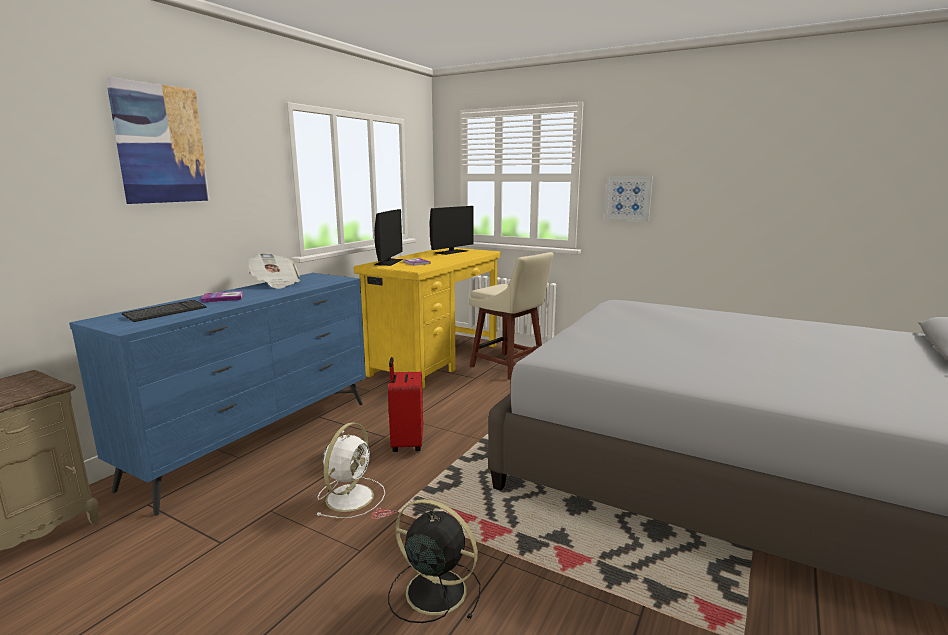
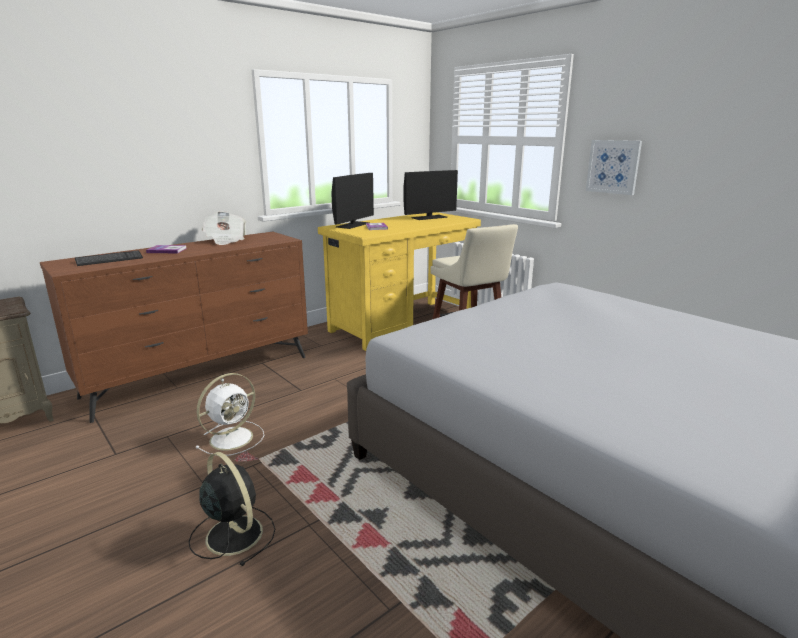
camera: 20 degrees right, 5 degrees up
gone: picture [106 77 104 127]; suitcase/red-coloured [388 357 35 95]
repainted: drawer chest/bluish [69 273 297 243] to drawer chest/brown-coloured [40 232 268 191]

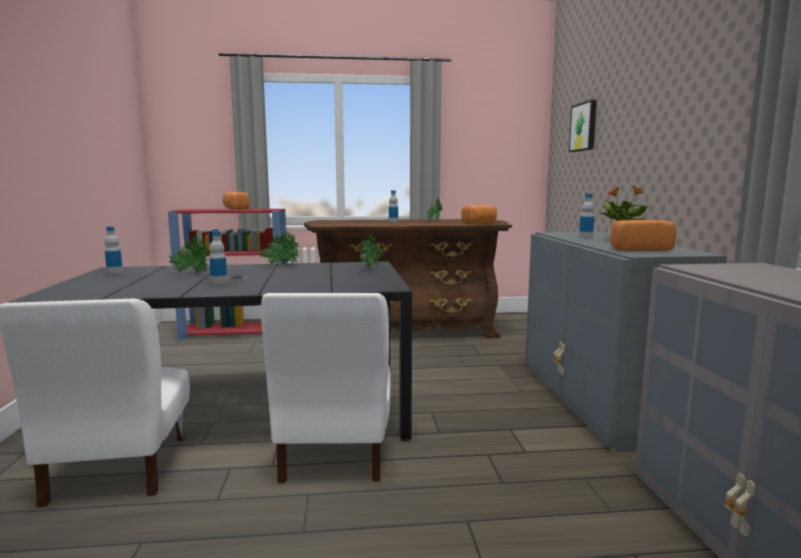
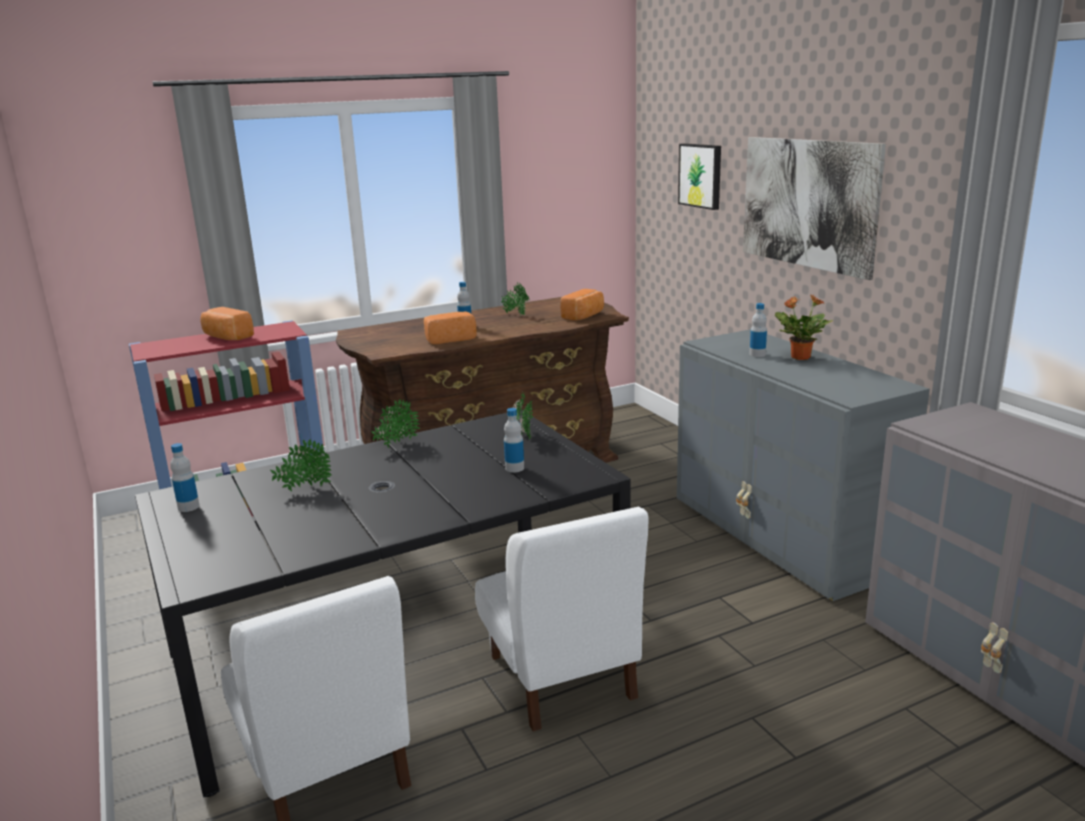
camera: 20 degrees left, 10 degrees up
new: picture [743 137 143 143]
shifted: drink bottle [209 231 18 53] to [504 408 20 64]; bakery bread [610 220 67 31] to [424 311 53 33]

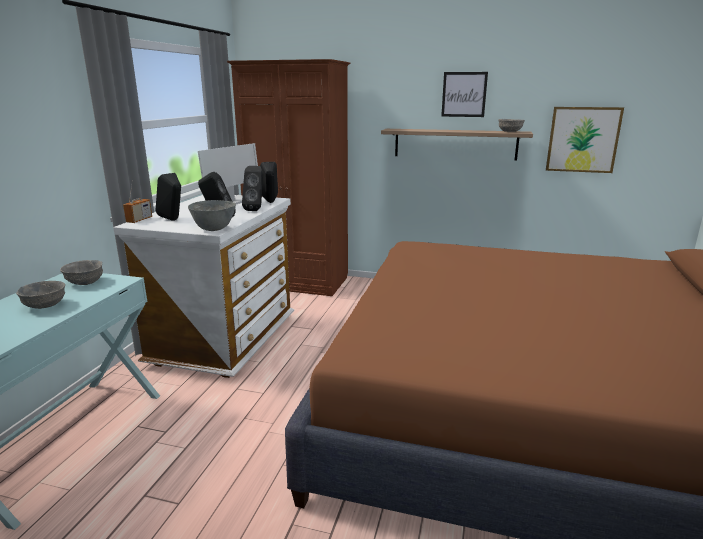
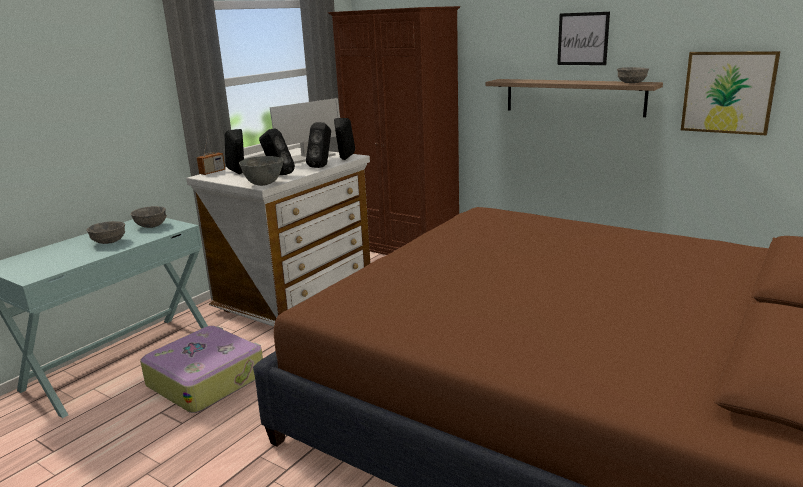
camera: 20 degrees right, 0 degrees up
new: suitcase [140 326 123 87]

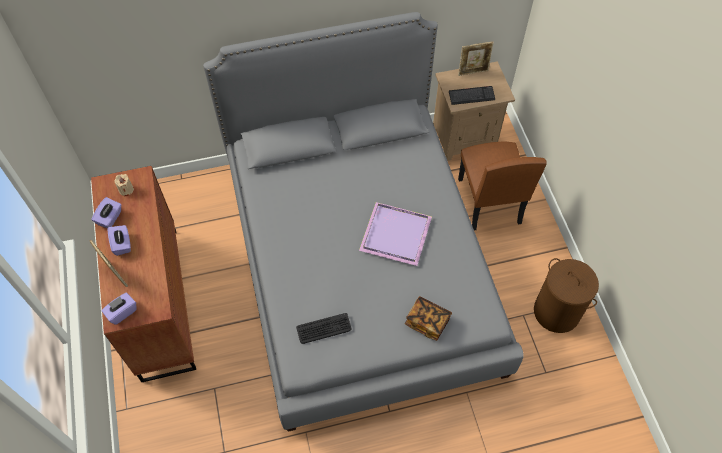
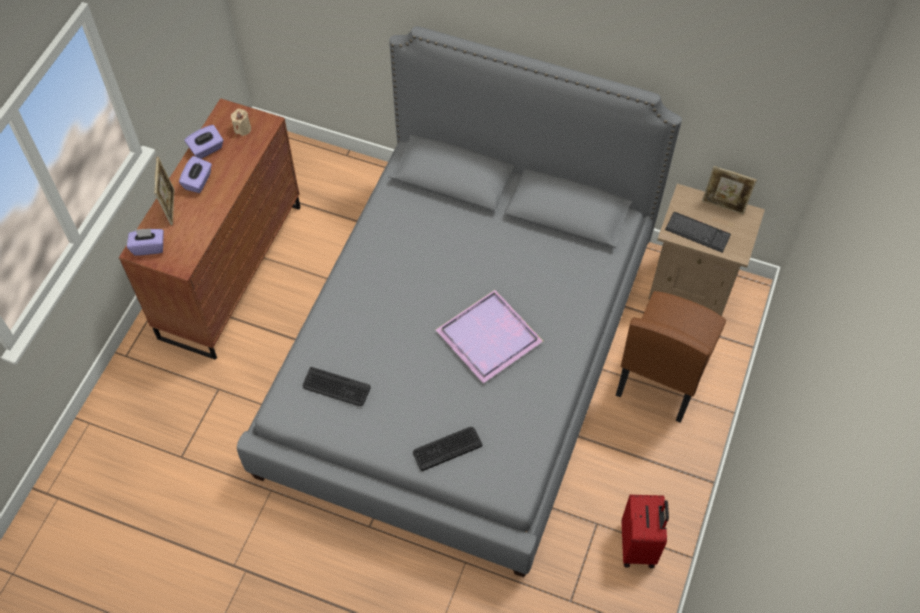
camera: 35 degrees right, 0 degrees up
swapped: book [405 296 47 45] to PC keyboard [413 427 69 44]; laundry basket/brown-coloured [534 258 65 75] to suitcase/red-coloured [622 495 47 73]

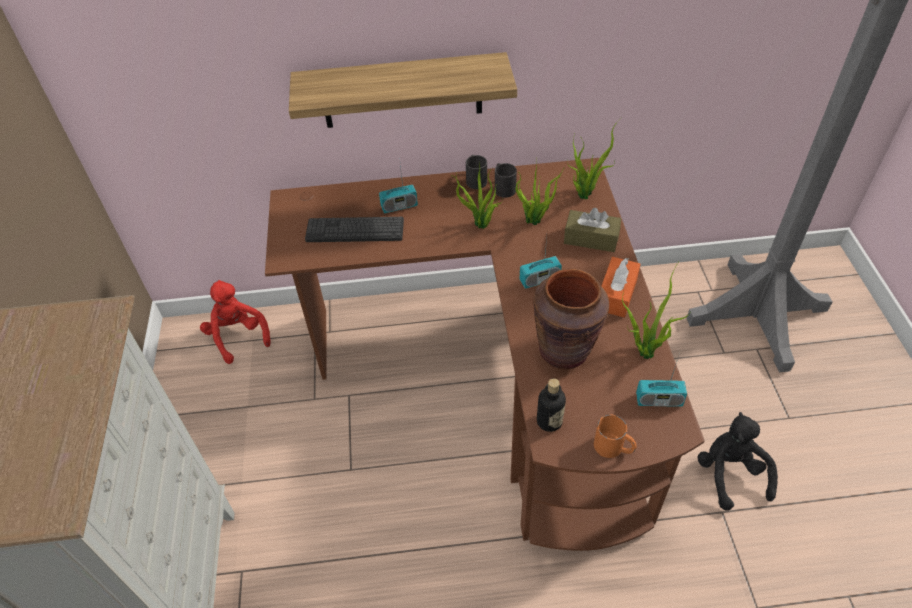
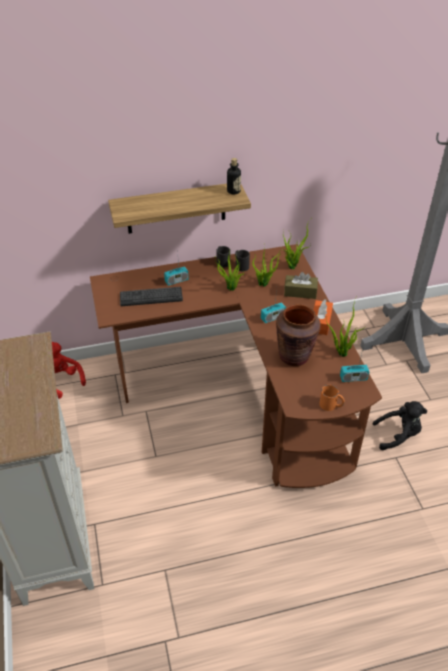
camera: 10 degrees left, 5 degrees down
shifted: drink bottle [537 378 29 54] to [227 158 14 37]
rotated: soft toy/black [697 412 81 99] = [373 401 54 49] 105 degrees clockwise

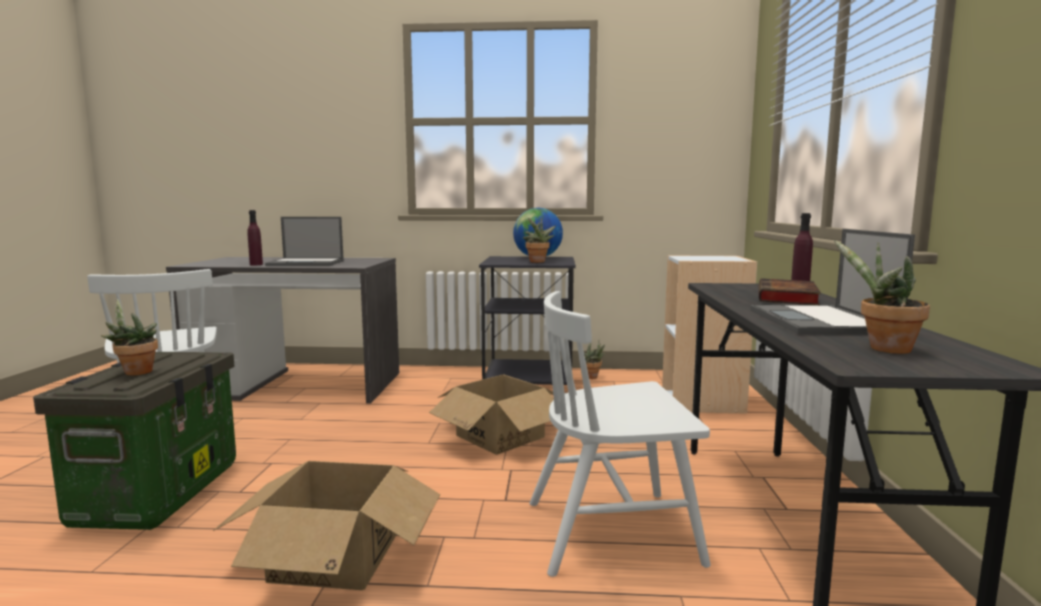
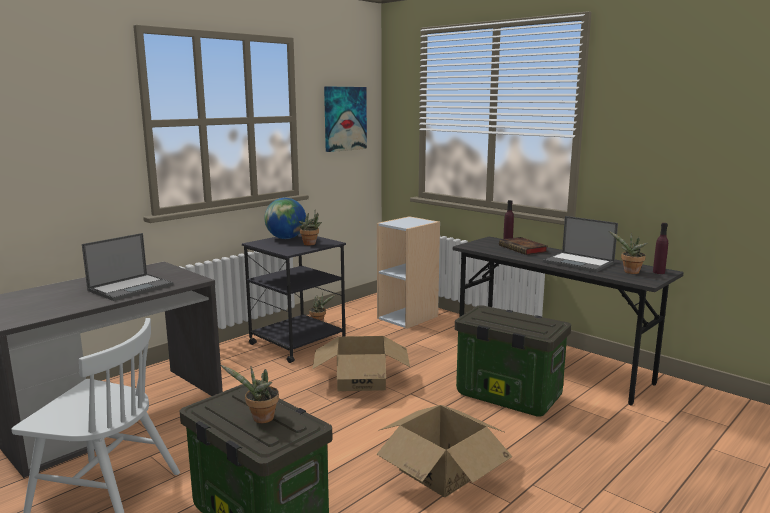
camera: 50 degrees left, 5 degrees up
new: picture [324 86 43 66]
shifted: drink bottle/purple [247 210 16 55] to [653 223 15 51]
swapped: upright chair/white-coloured [530 291 181 286] to storage container [455 305 116 112]

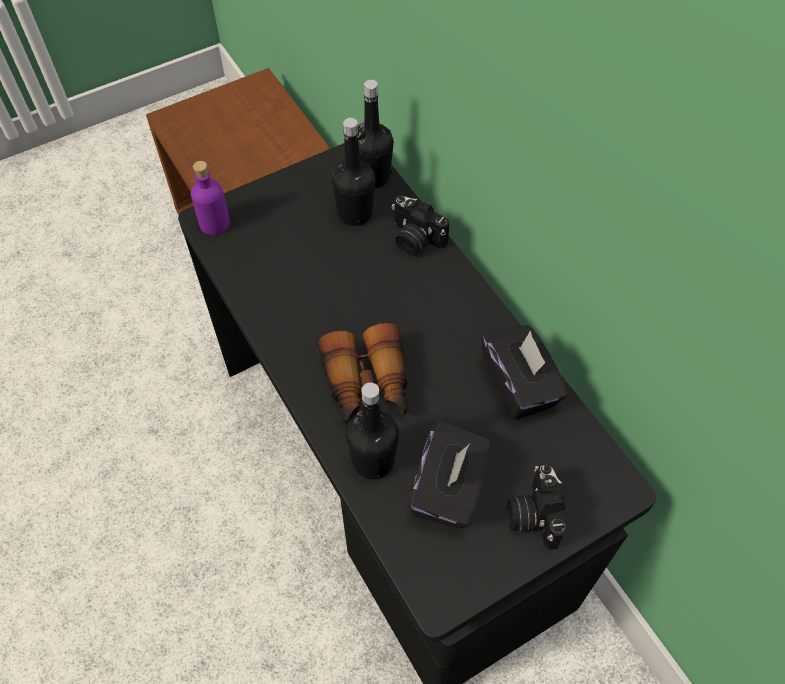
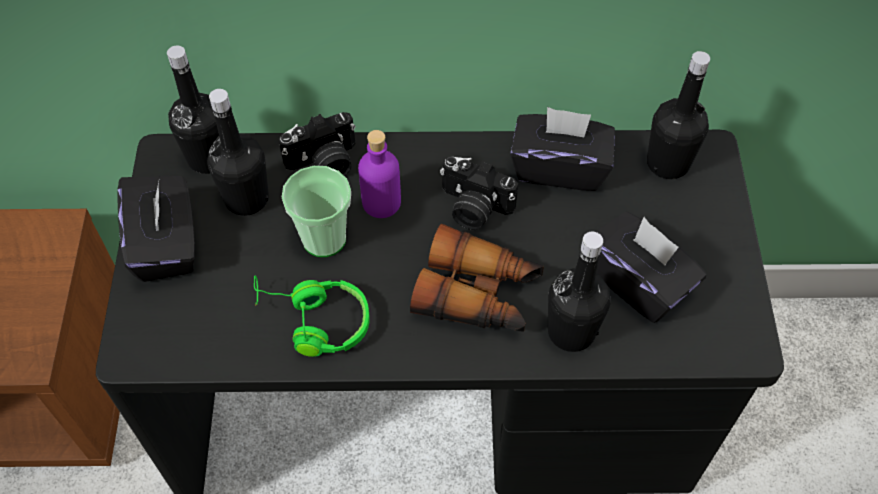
camera: 60 degrees left, 0 degrees up
new: tissue holder/black [117 176 78 106]; headphones/green [254 276 116 81]; cup [282 166 69 91]; drink bottle/black [647 51 63 128]
shifted: drink bottle/purple [191 161 39 74] to [358 130 43 88]; still camera [507 463 60 87] to [440 156 78 74]

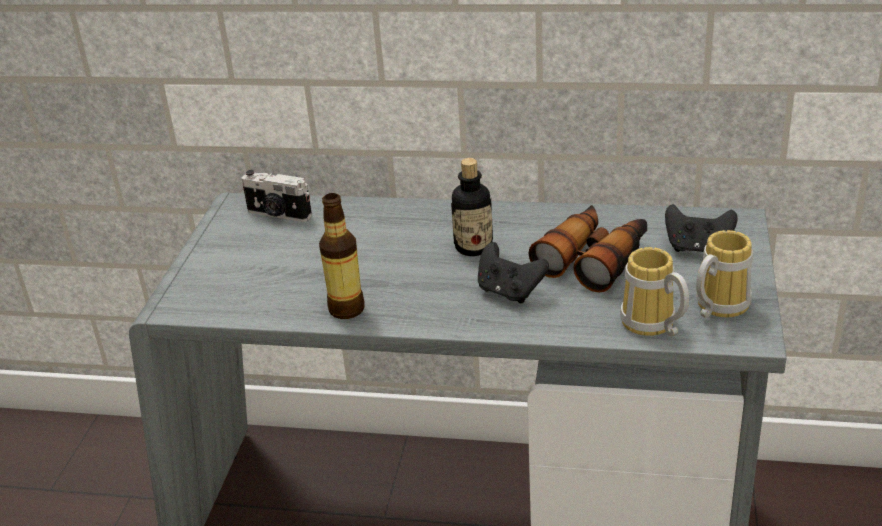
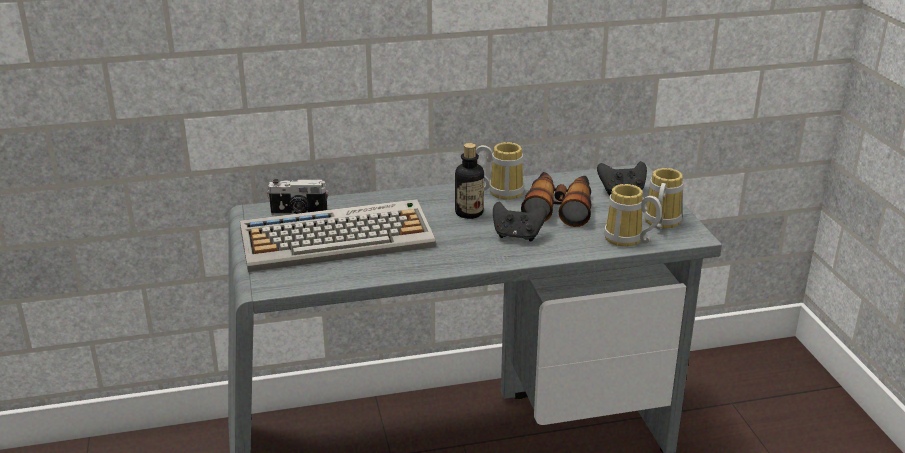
camera: 25 degrees left, 5 degrees down
gone: drink bottle [319 193 45 126]
new: PC keyboard [240 199 196 73]; mug [476 142 48 58]

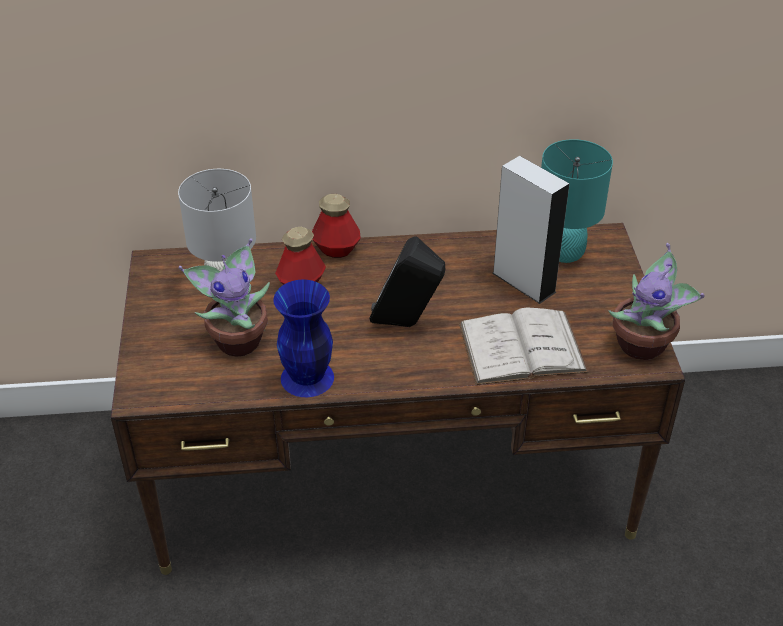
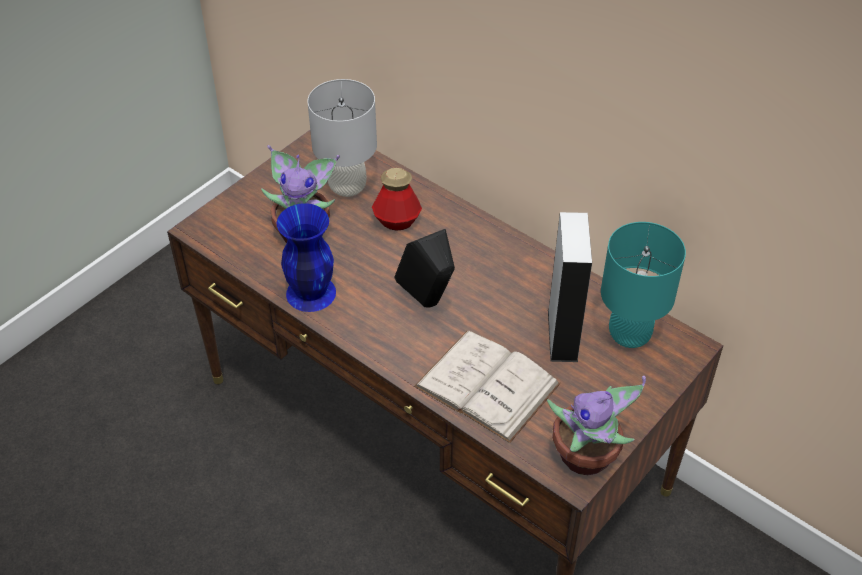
camera: 45 degrees right, 5 degrees up
gone: drink bottle [312 194 49 64]

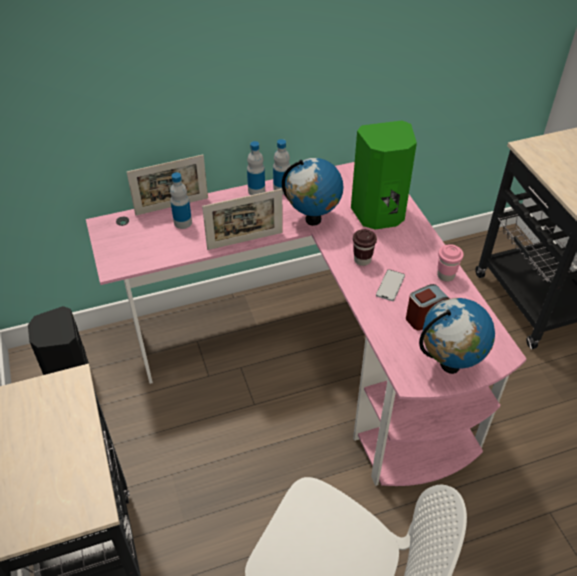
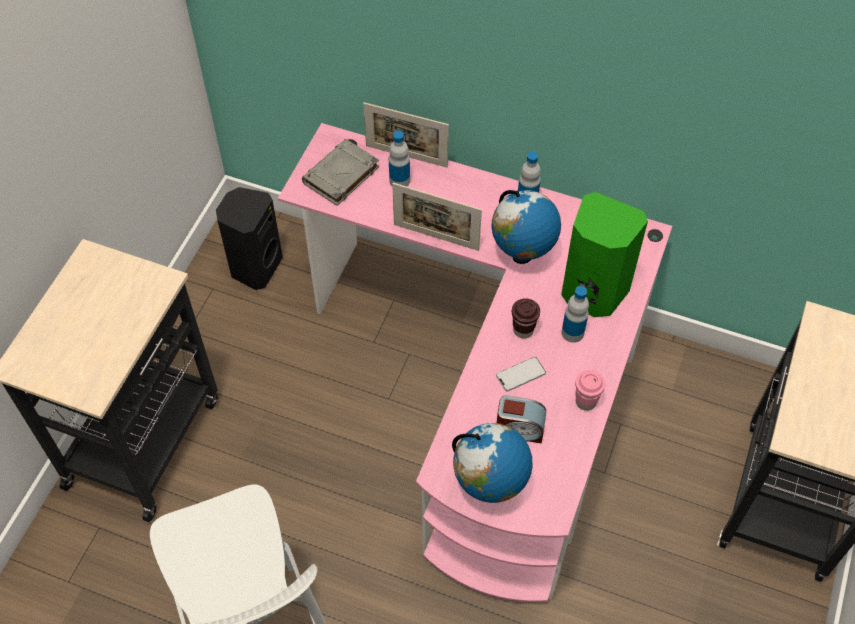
camera: 40 degrees right, 10 degrees up
new: book/grey [302 139 77 67]
shifted: drink bottle [247 141 18 54] to [561 286 28 57]

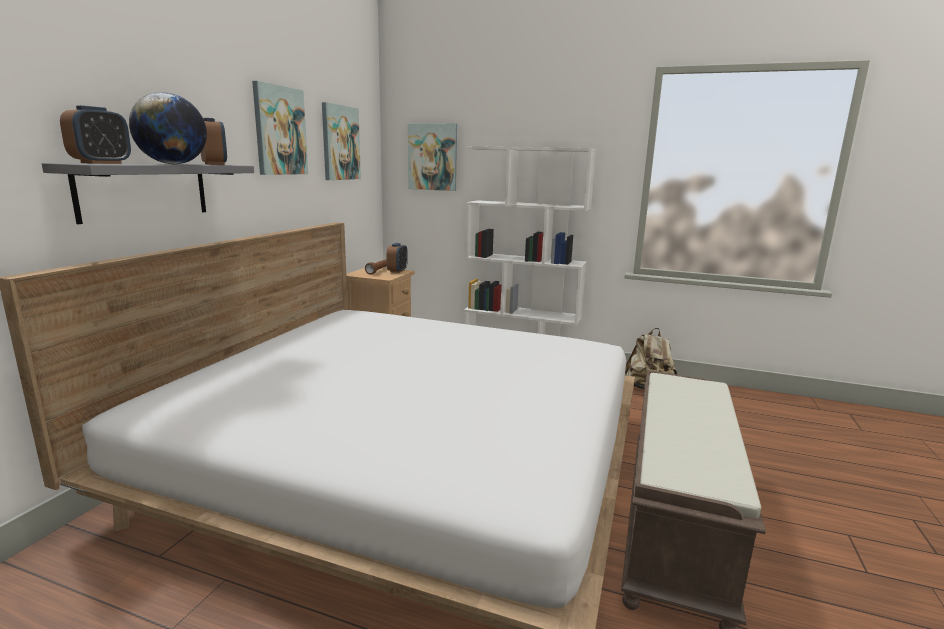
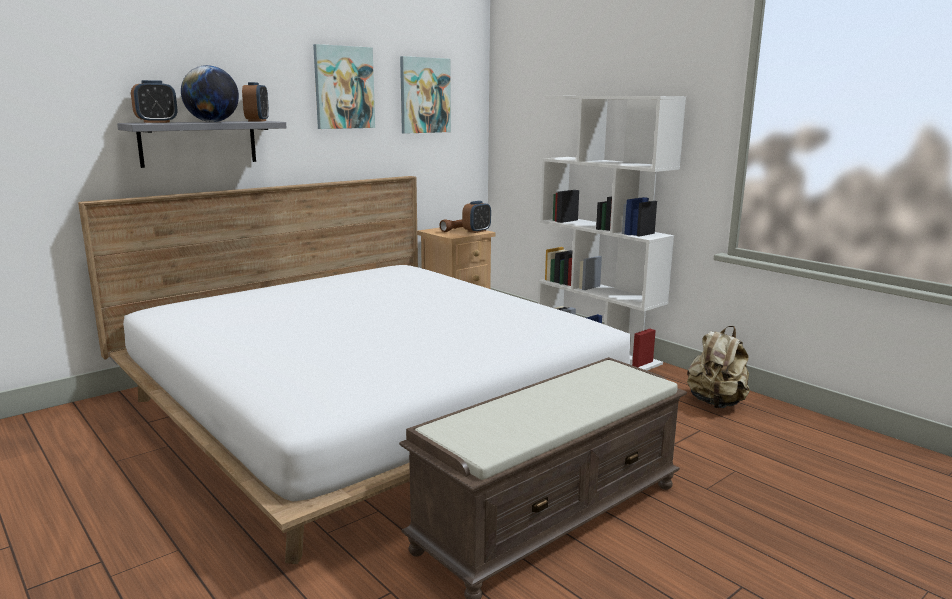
camera: 30 degrees right, 0 degrees up
gone: picture [408 123 49 68]

